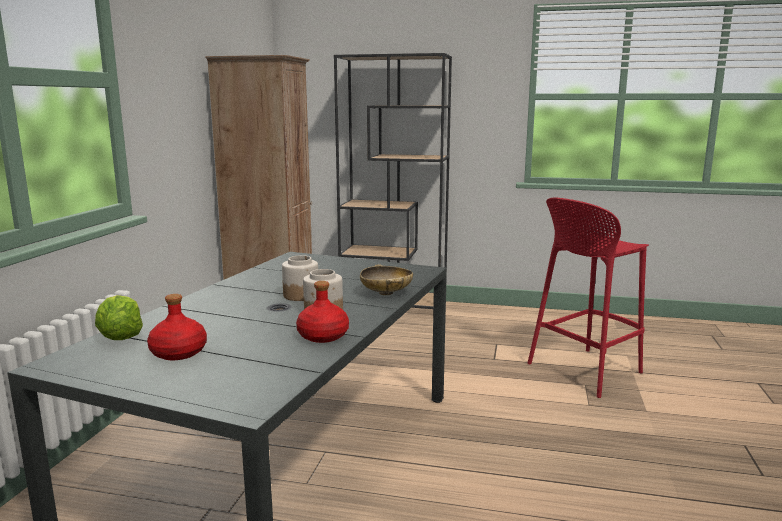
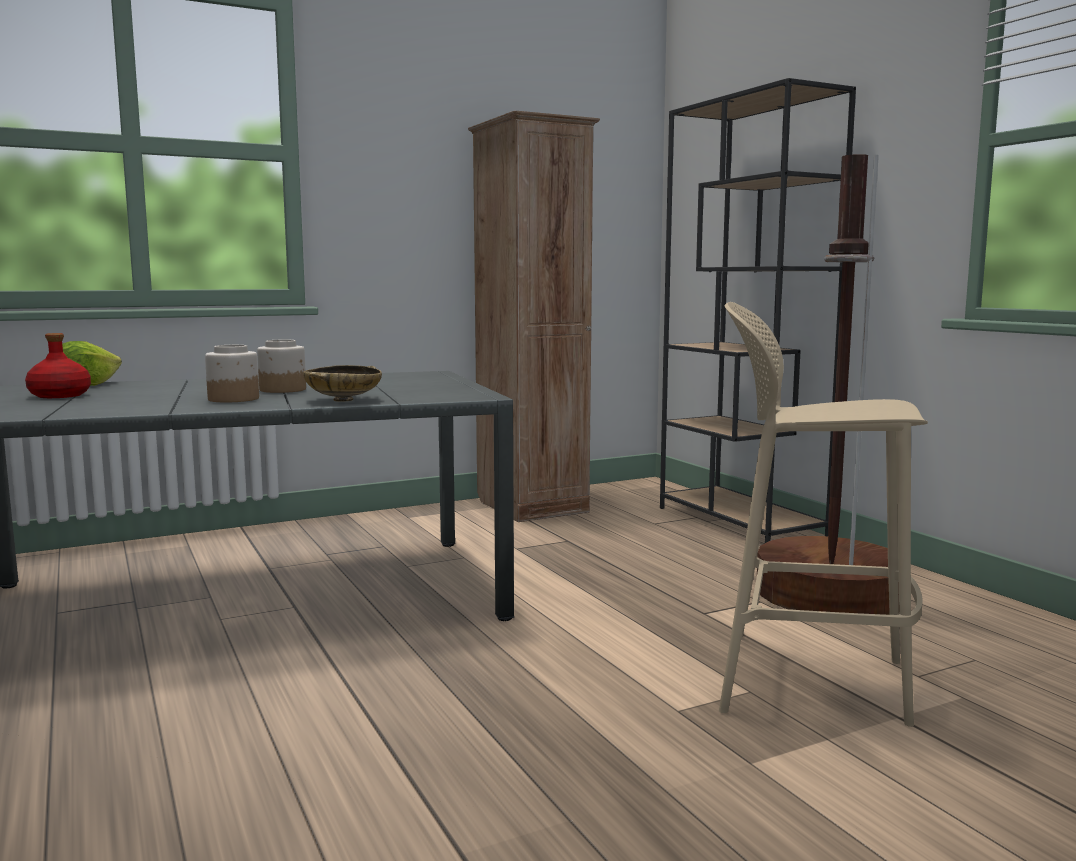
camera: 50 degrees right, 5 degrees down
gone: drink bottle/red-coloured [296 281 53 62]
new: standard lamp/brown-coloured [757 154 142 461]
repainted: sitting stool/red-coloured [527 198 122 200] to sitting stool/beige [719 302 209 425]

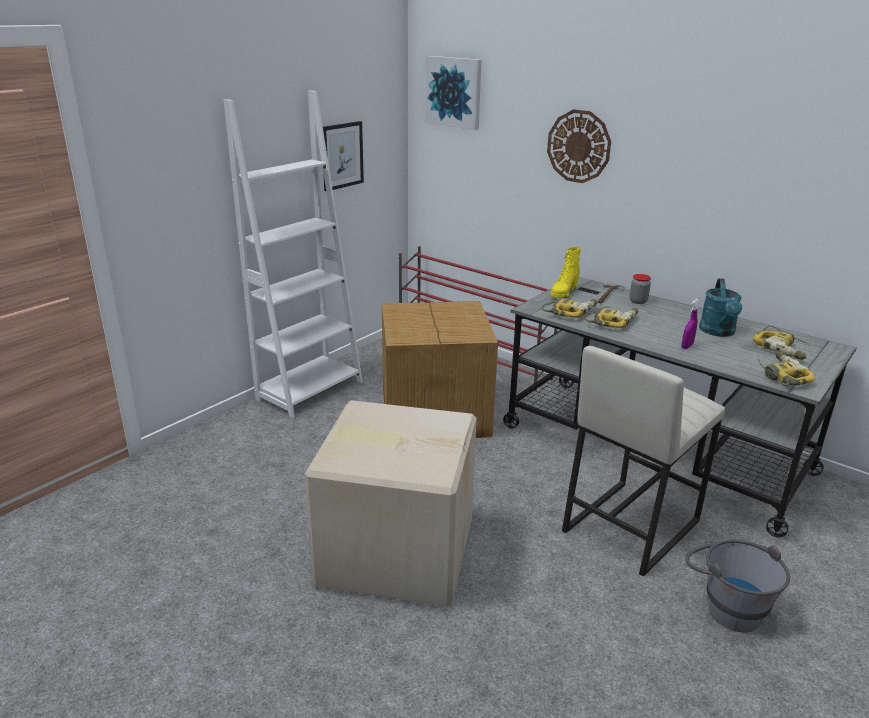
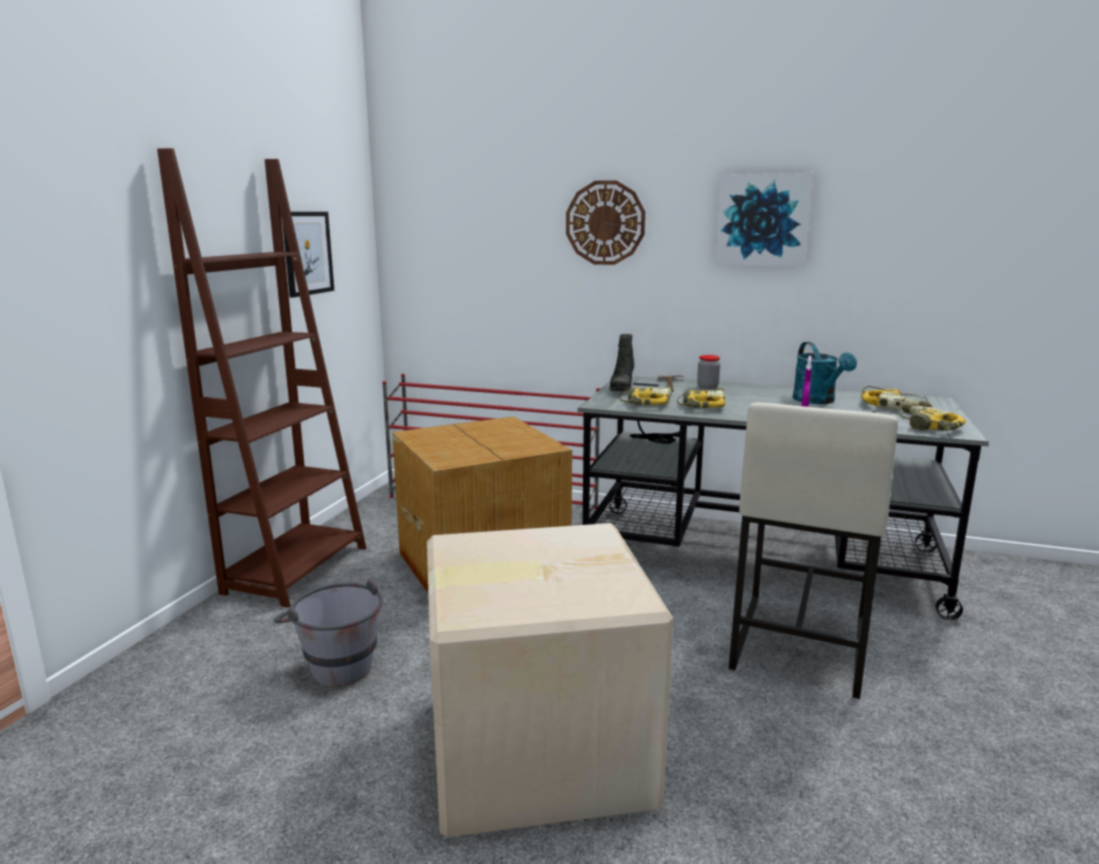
camera: 20 degrees left, 10 degrees down
shifted: picture [425 56 56 74] to [715 173 99 93]; bucket/grey [685 540 105 92] to [274 579 109 108]
repainted: bookshelf/white-coloured [224 90 139 328] to bookshelf/brown-coloured [157 148 210 460]; tall boot/yellow [551 247 30 51] to tall boot/black [609 334 25 57]

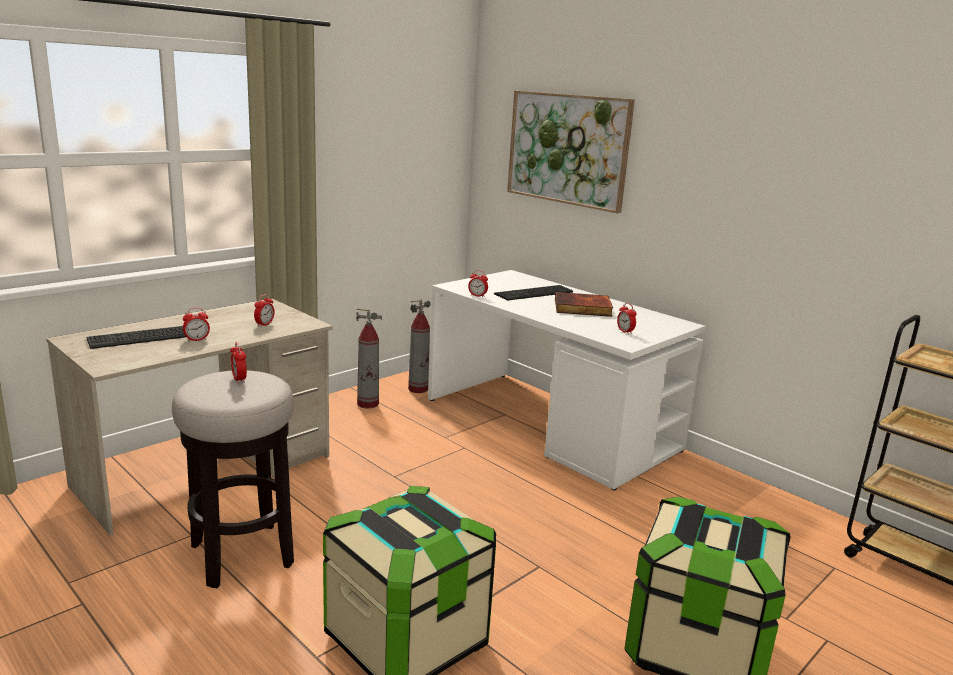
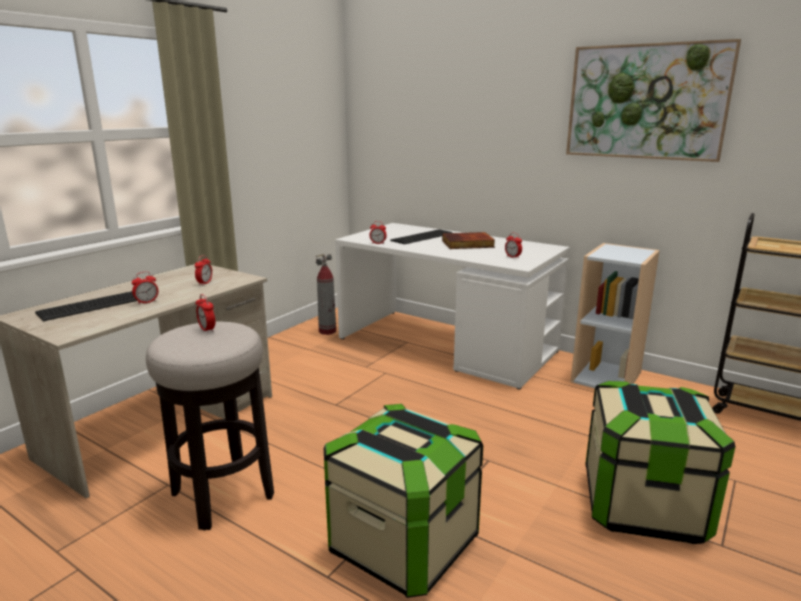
camera: 10 degrees left, 0 degrees up
gone: fire extinguisher [356 308 26 101]
new: bookshelf [570 243 90 145]
shifted: picture [507 91 128 122] to [566 39 175 123]

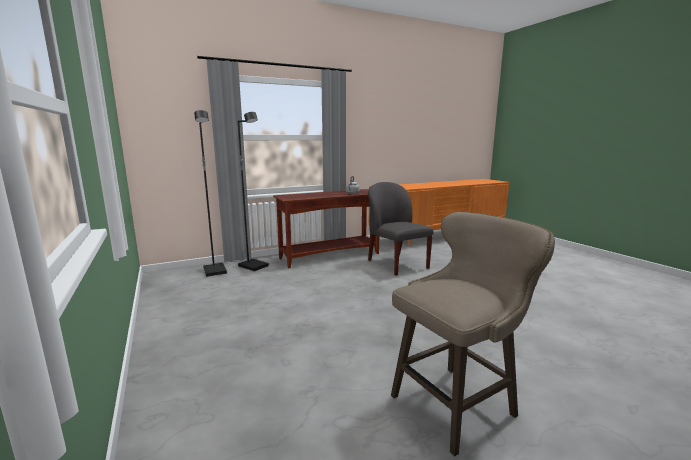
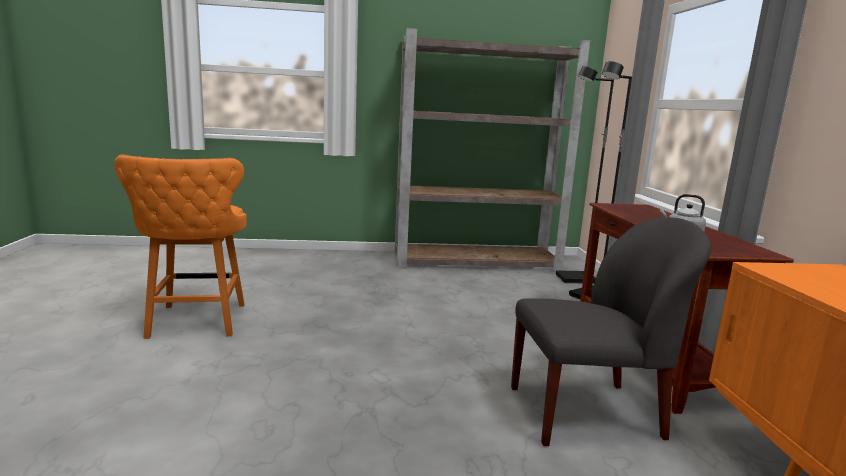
camera: 110 degrees right, 0 degrees up
new: bookshelf/brown-coloured [395 28 195 243]
repainted: sitting stool/beige [391 211 164 245] to sitting stool/orange [114 154 133 185]

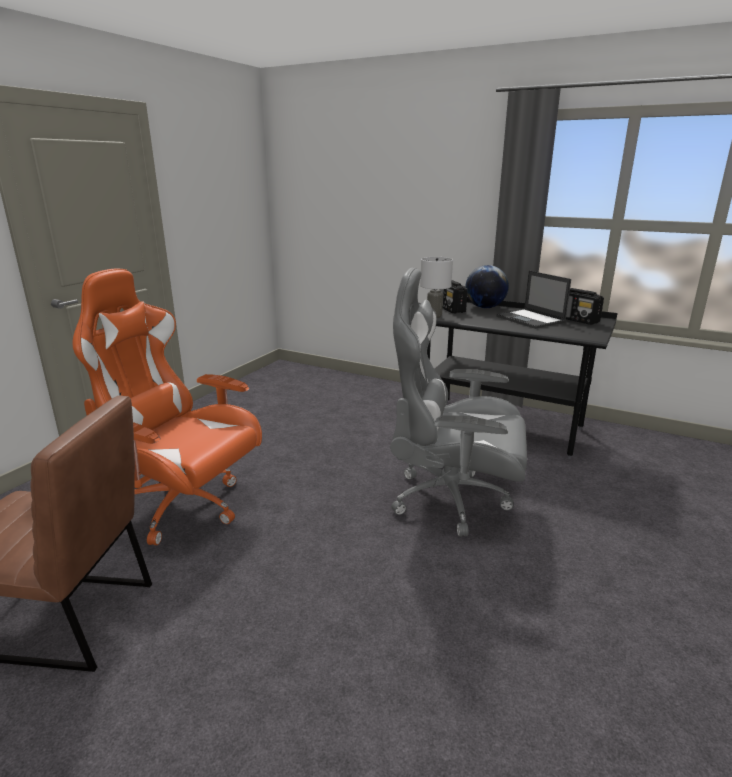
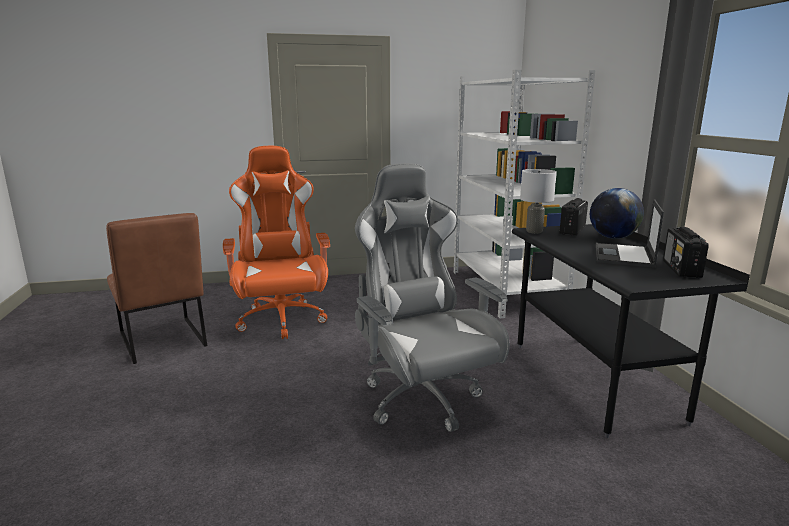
camera: 50 degrees right, 5 degrees down
new: bookshelf/white-coloured [454 70 141 248]

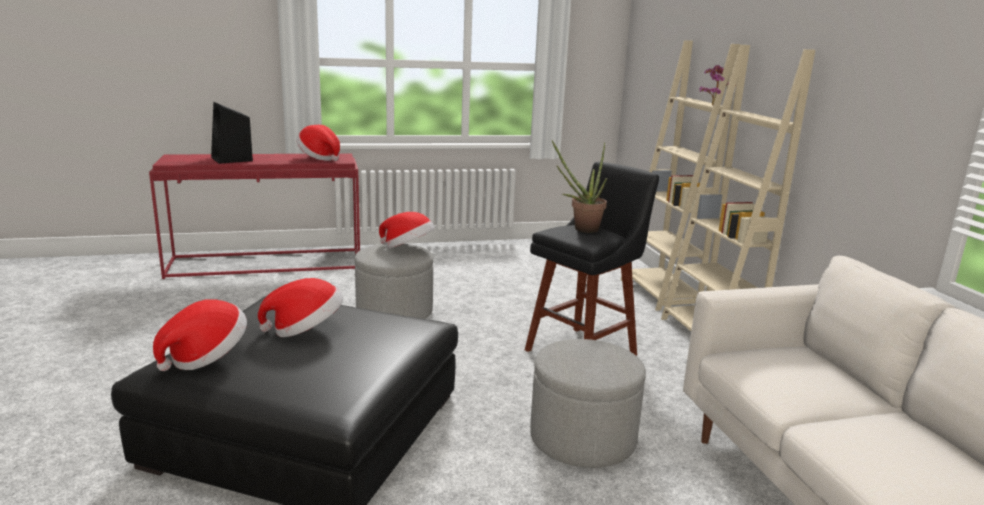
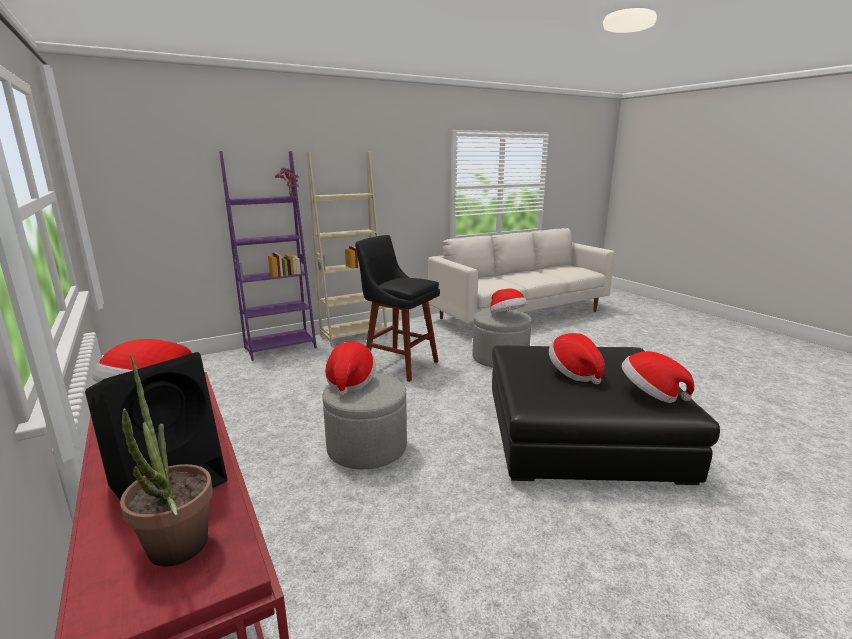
camera: 105 degrees left, 0 degrees up
new: clothing hat [490 289 37 24]
shifted: plant in a pot [552 140 55 93] to [120 355 93 212]
repainted: bookshelf/beige [621 40 120 271] to bookshelf/purple [219 151 98 210]

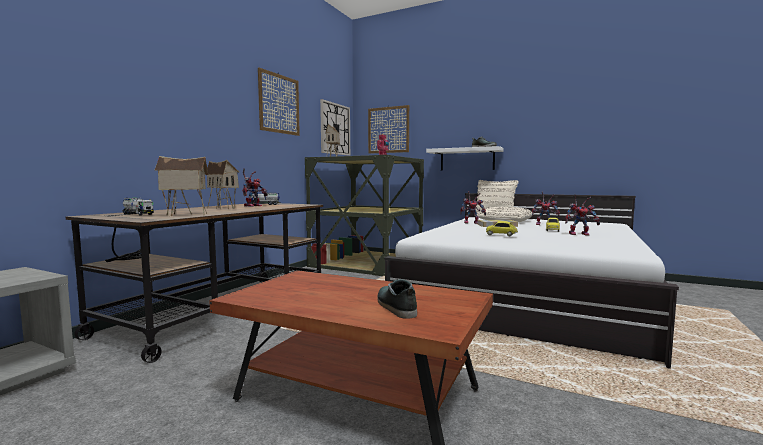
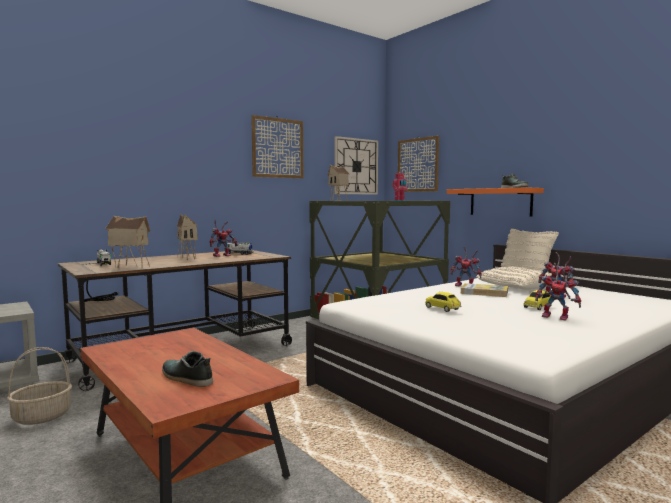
camera: 25 degrees right, 0 degrees up
new: storage basket [7 347 65 78]
repainted: wall shelf/white-coloured [426 146 78 25] to wall shelf/orange [447 187 97 29]
rotated: low shoe [377 279 40 40] = [162 351 51 36] 60 degrees counterclockwise

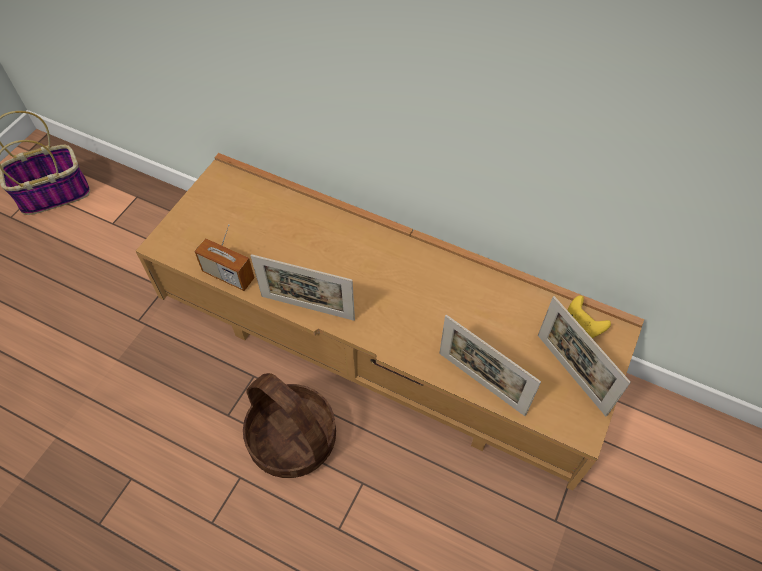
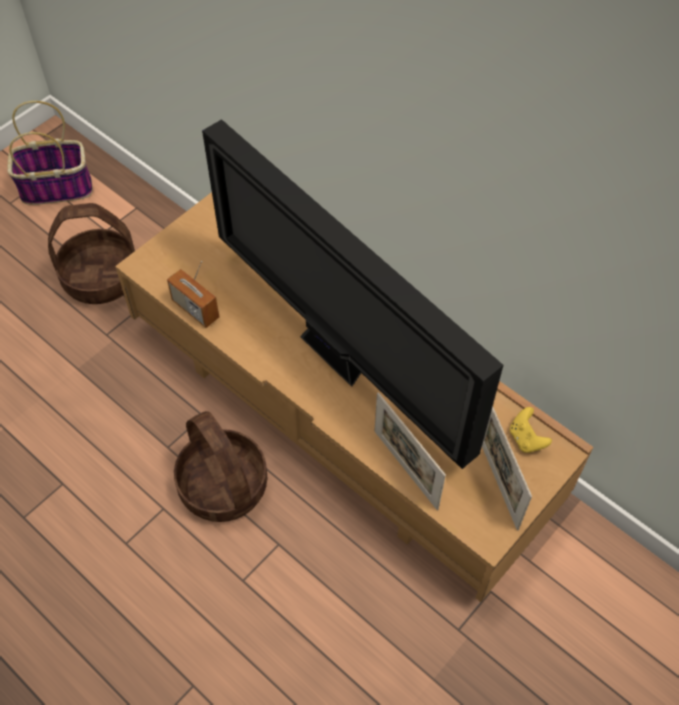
camera: 15 degrees right, 0 degrees up
gone: standing frame [250 254 105 67]
new: storage basket [48 203 87 101]; television [202 119 301 350]

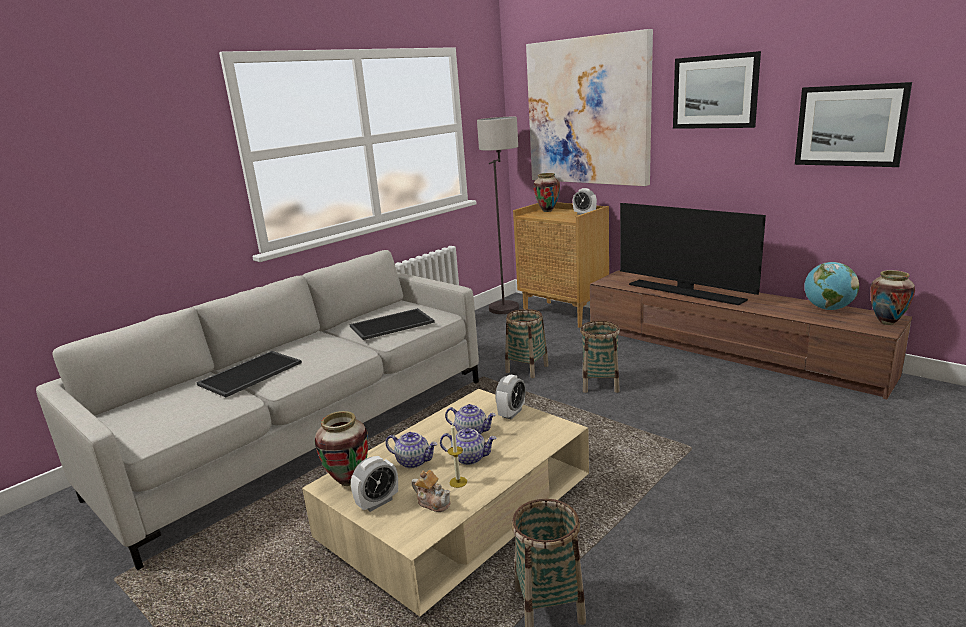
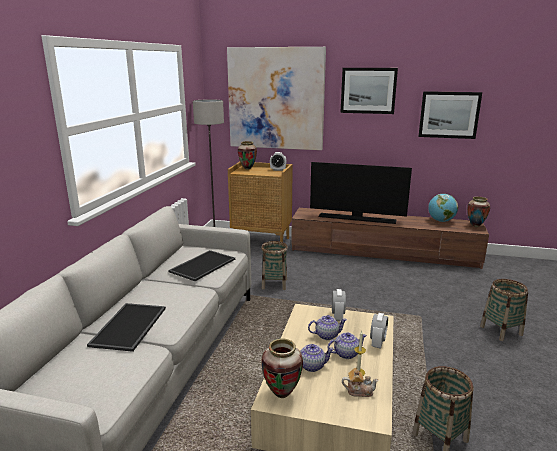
camera: 30 degrees left, 0 degrees up
shifted: alarm clock [351 456 47 56] to [370 313 18 36]; storage basket [580 320 40 73] to [480 279 48 62]

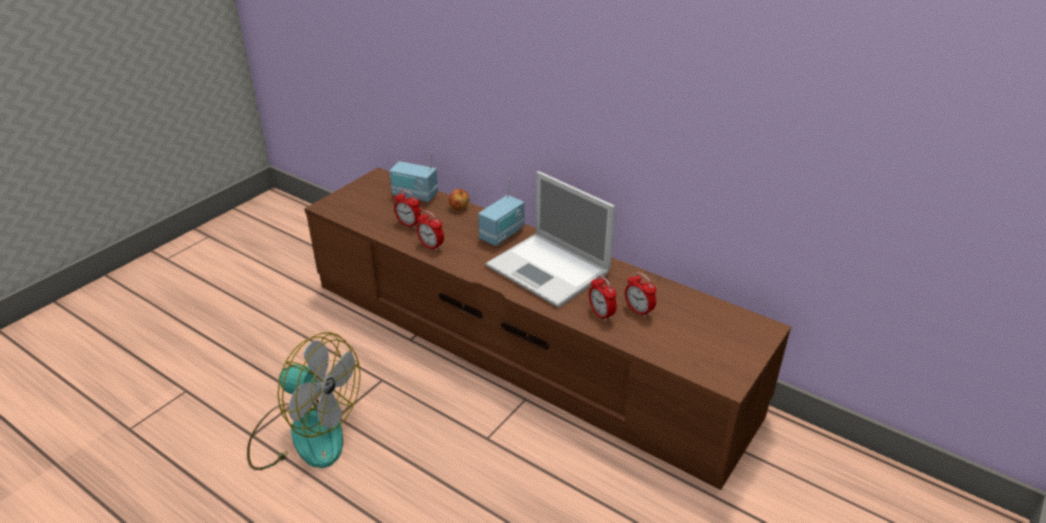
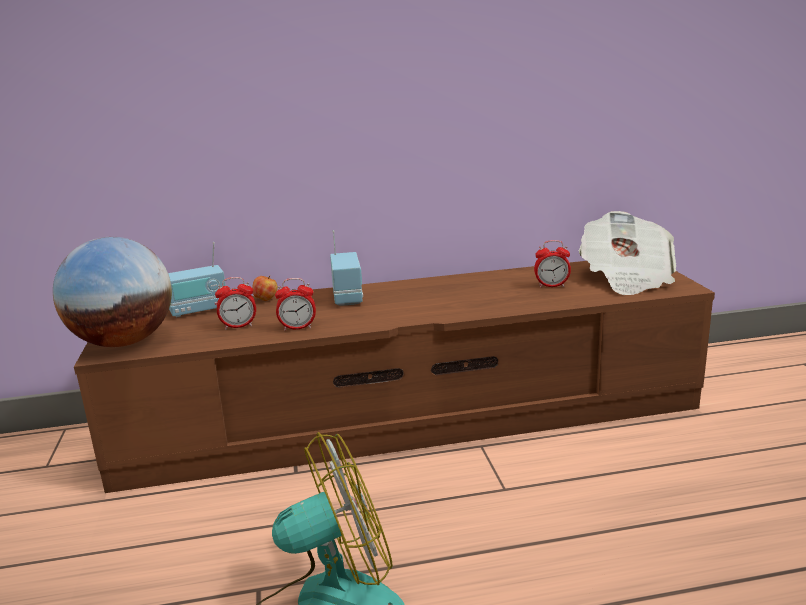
camera: 45 degrees left, 15 degrees down
gone: portable computer [486 171 129 137]; alarm clock [589 275 28 47]
new: world globe [53 237 119 110]; daily paper [579 211 97 84]

